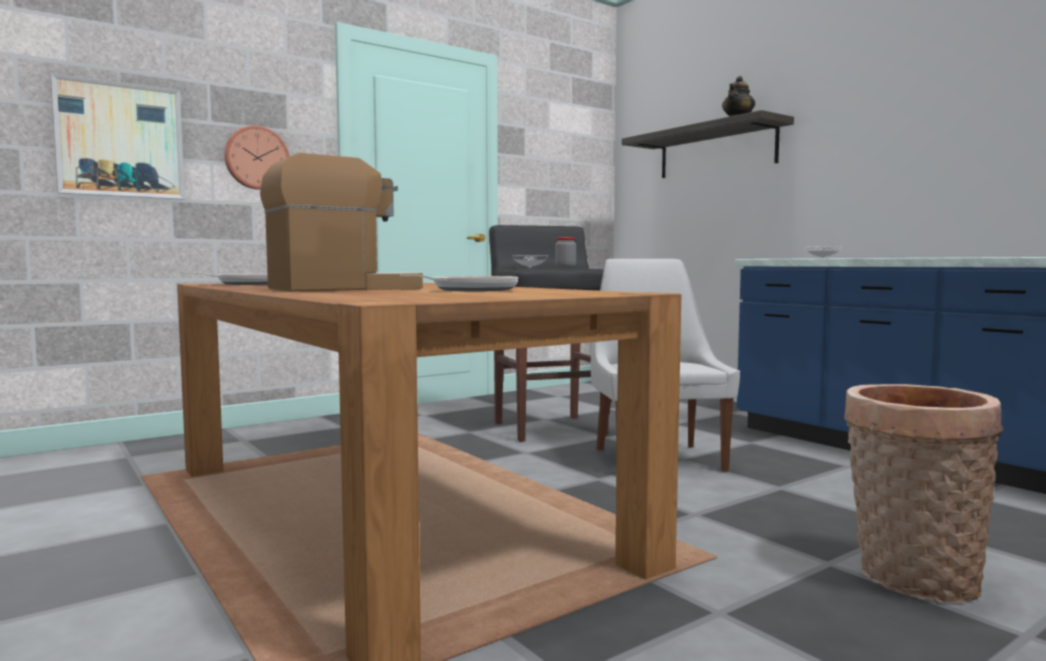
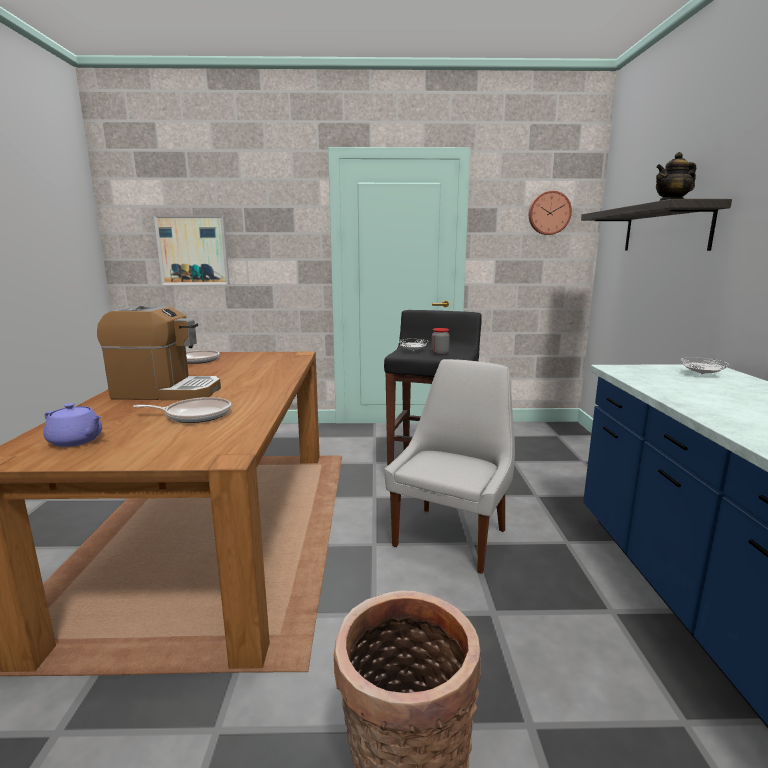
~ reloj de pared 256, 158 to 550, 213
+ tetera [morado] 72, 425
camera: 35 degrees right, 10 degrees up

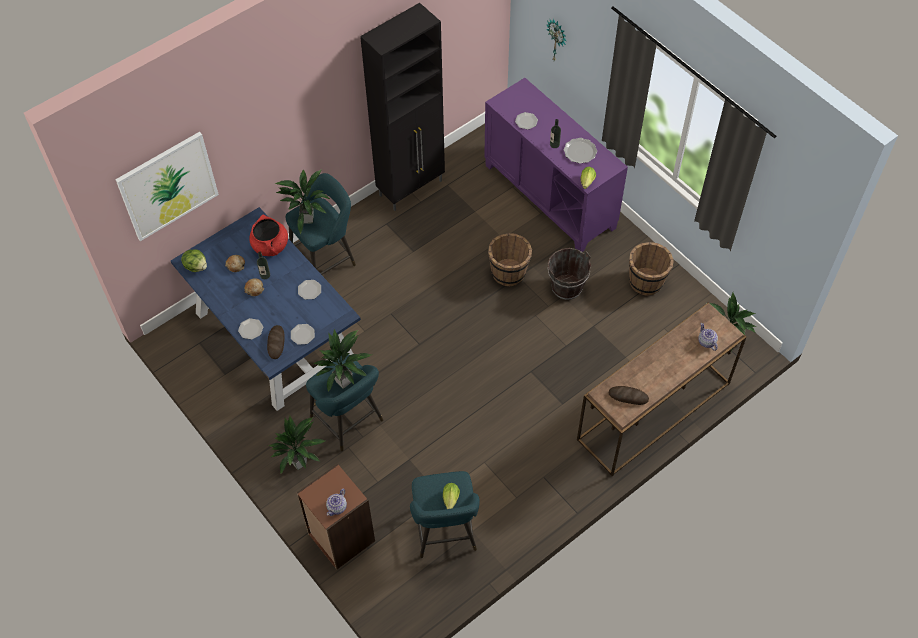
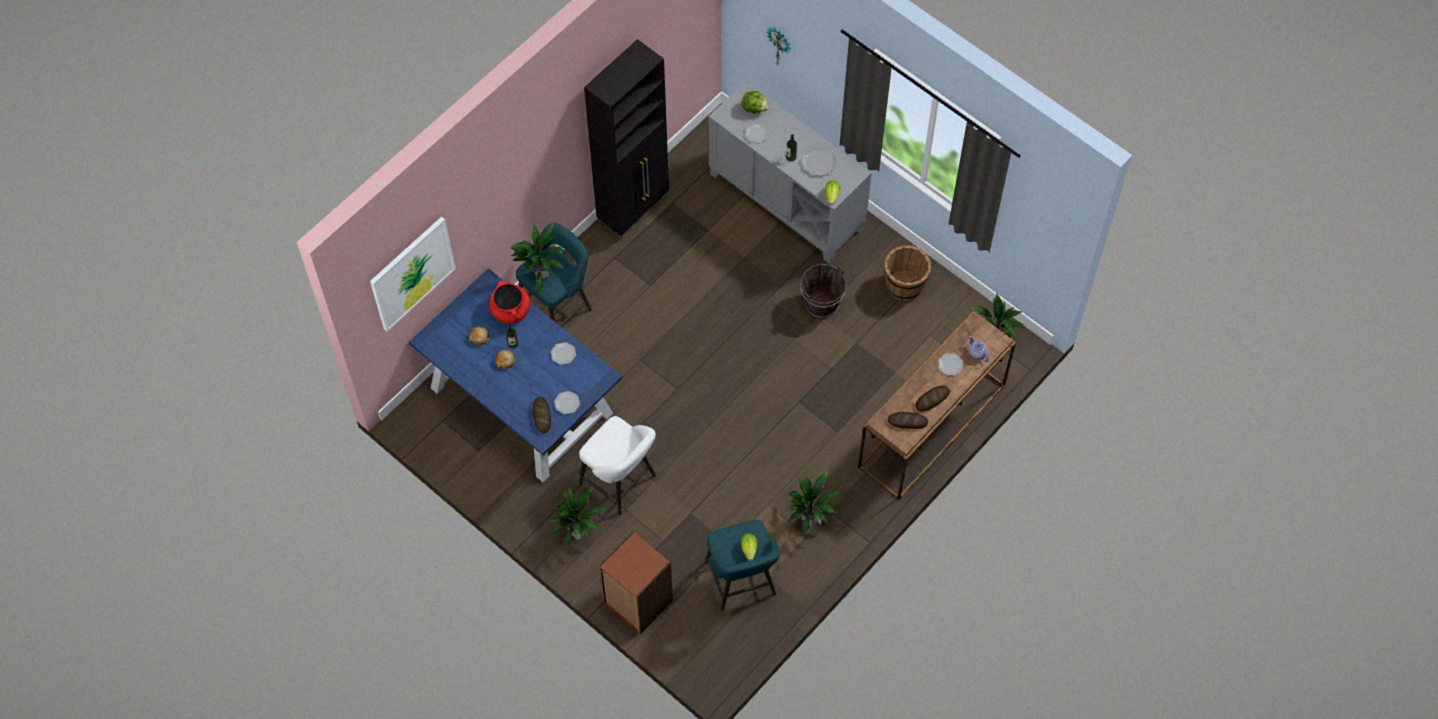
~ armario [morado] 556, 165 to armario [gris] 790, 172
- cubo [marrón] 510, 259
~ lechuga 194, 261 to 755, 102
~ plato 250, 329 to 950, 364
~ planta en maceta 342, 360 to 813, 502
~ taburete [turquesa] 344, 403 to taburete [blanco] 617, 465
- tetera 336, 502
+ pan 932, 399
camera: 10 degrees left, 5 degrees up

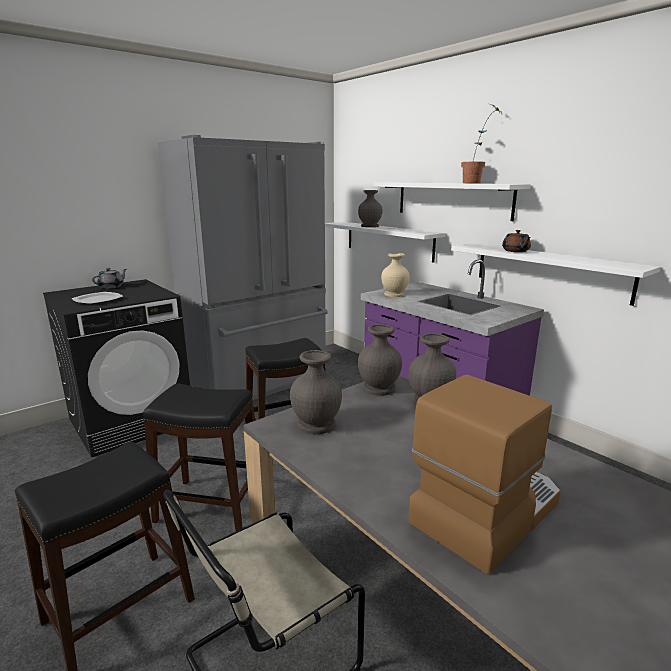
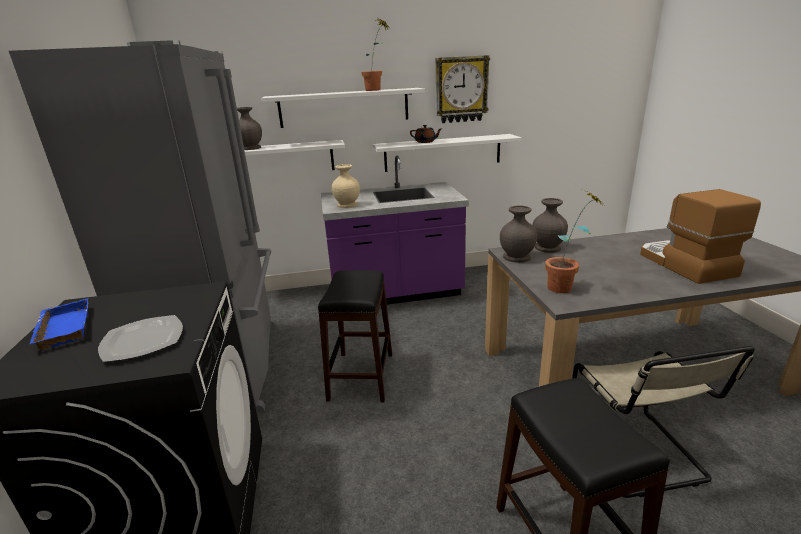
~ tetera [gris] 109, 278 to bandeja [azul] 58, 324
~ florero [gris] 316, 392 to planta en maceta 574, 242
- taburete [negro] 199, 457
+ reloj de pared 463, 89
camera: 60 degrees left, 5 degrees up

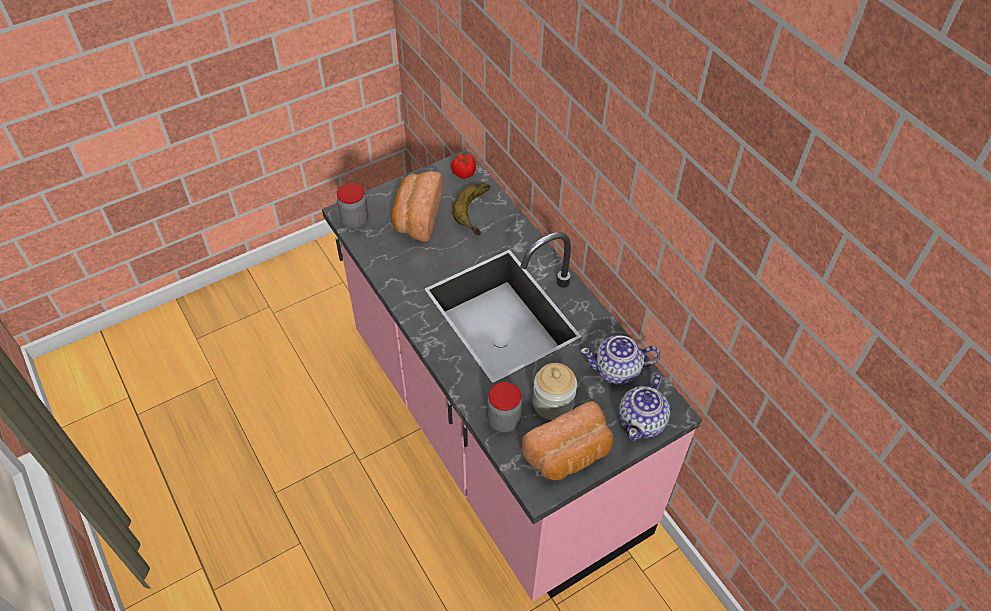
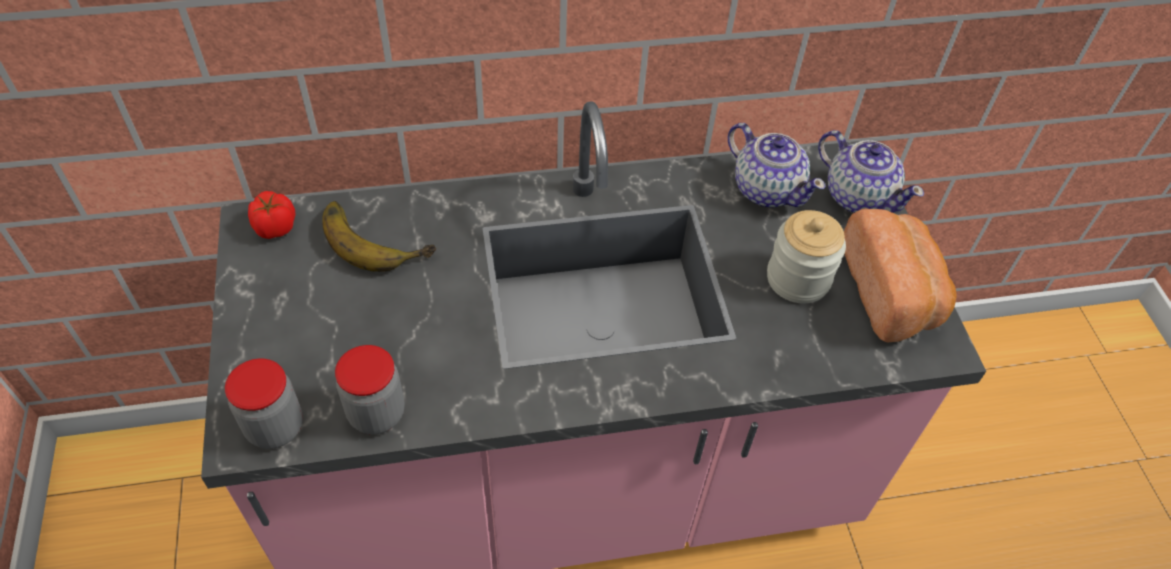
- pan 417, 206
~ tetera 621, 360 = 776, 165 60 degrees counterclockwise
~ tarro 504, 407 to 370, 389
camera: 70 degrees left, 0 degrees up

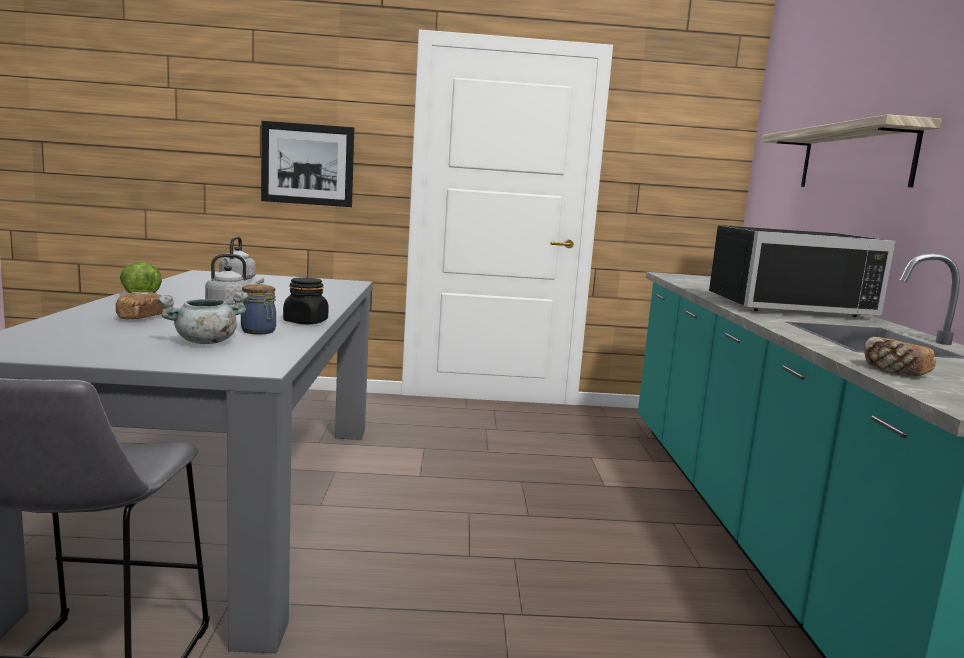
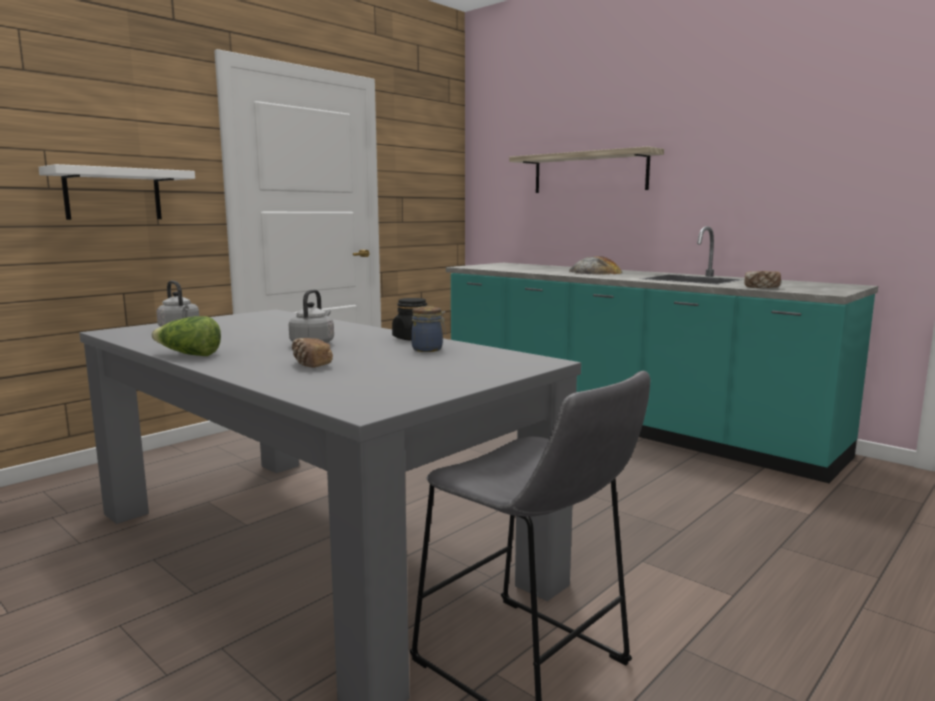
~ cuadro 307, 164 to estante [blanco] 116, 192
~ microondas [negro] 802, 271 to pan 595, 265
- olla [gris] 202, 317
camera: 45 degrees left, 0 degrees up

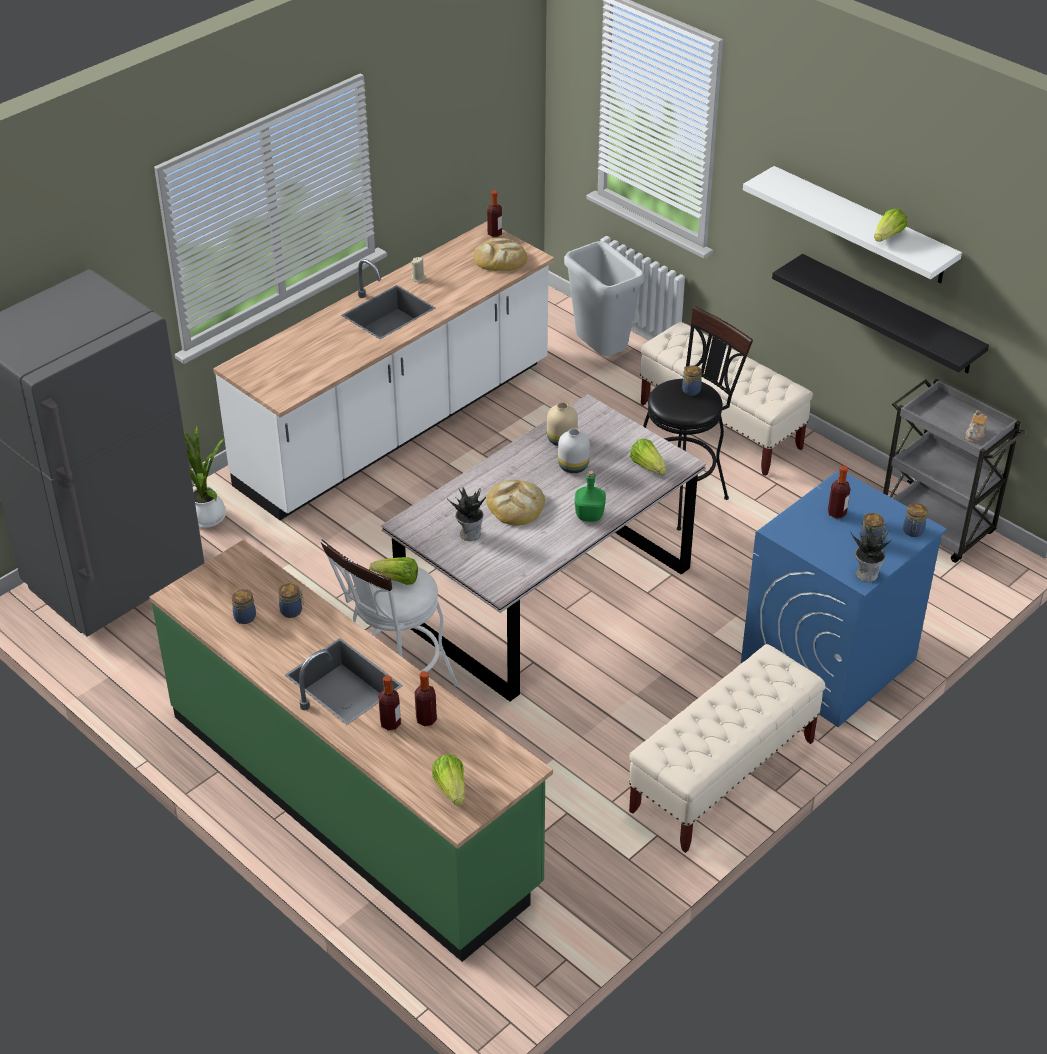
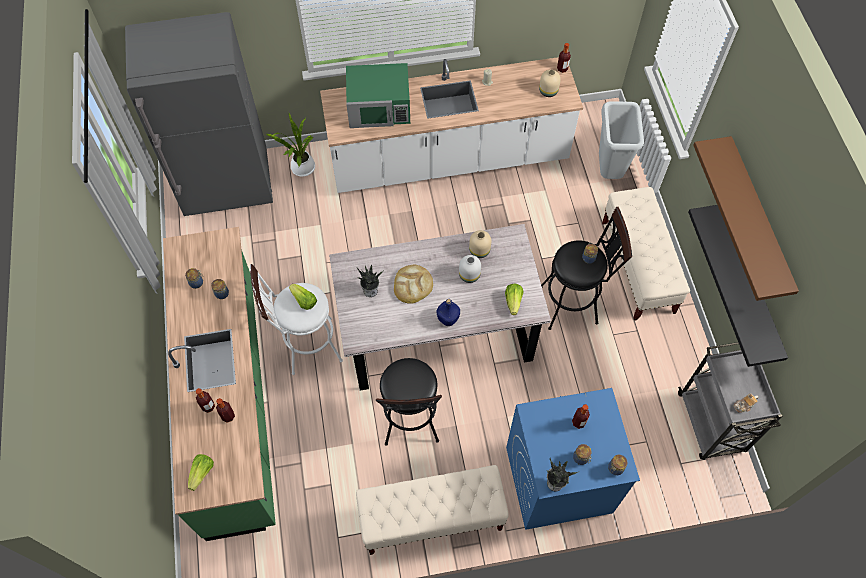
~ estante [blanco] 852, 225 to estante [marrón] 746, 218
- lechuga 890, 225
~ pan 500, 254 to florero [beis] 550, 83
~ botella [verde] 590, 496 to botella [azul] 448, 312
+ microondas [verde] 378, 95
+ taburete [negro] 409, 402
camera: 35 degrees right, 20 degrees up

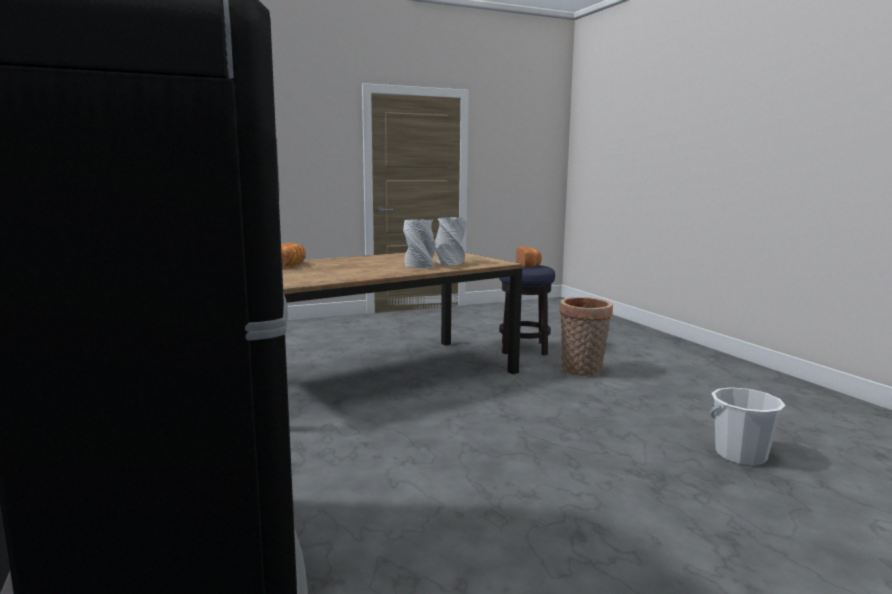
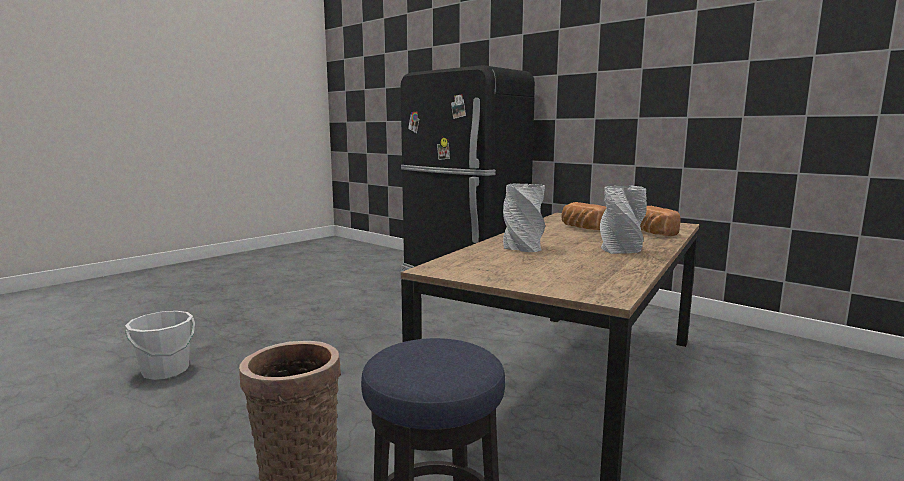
~ florero [gris] 450, 241 to 623, 220
~ pan 529, 257 to 583, 216
camera: 155 degrees right, 0 degrees up

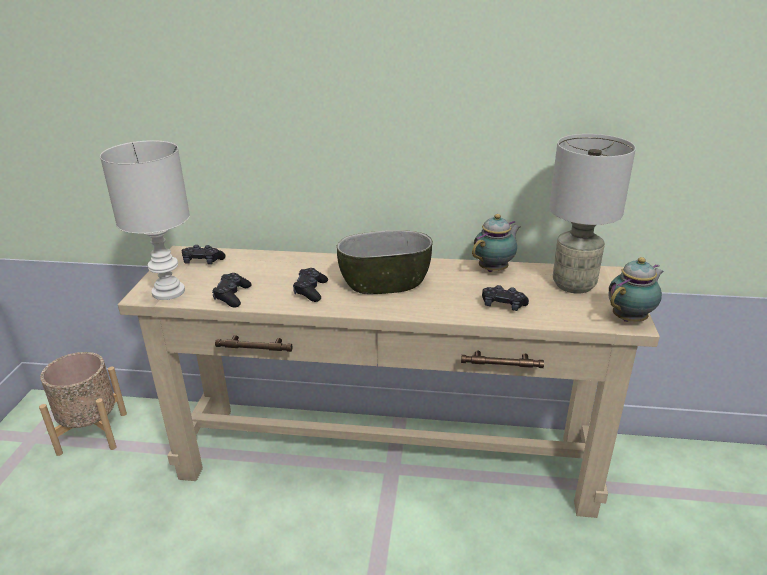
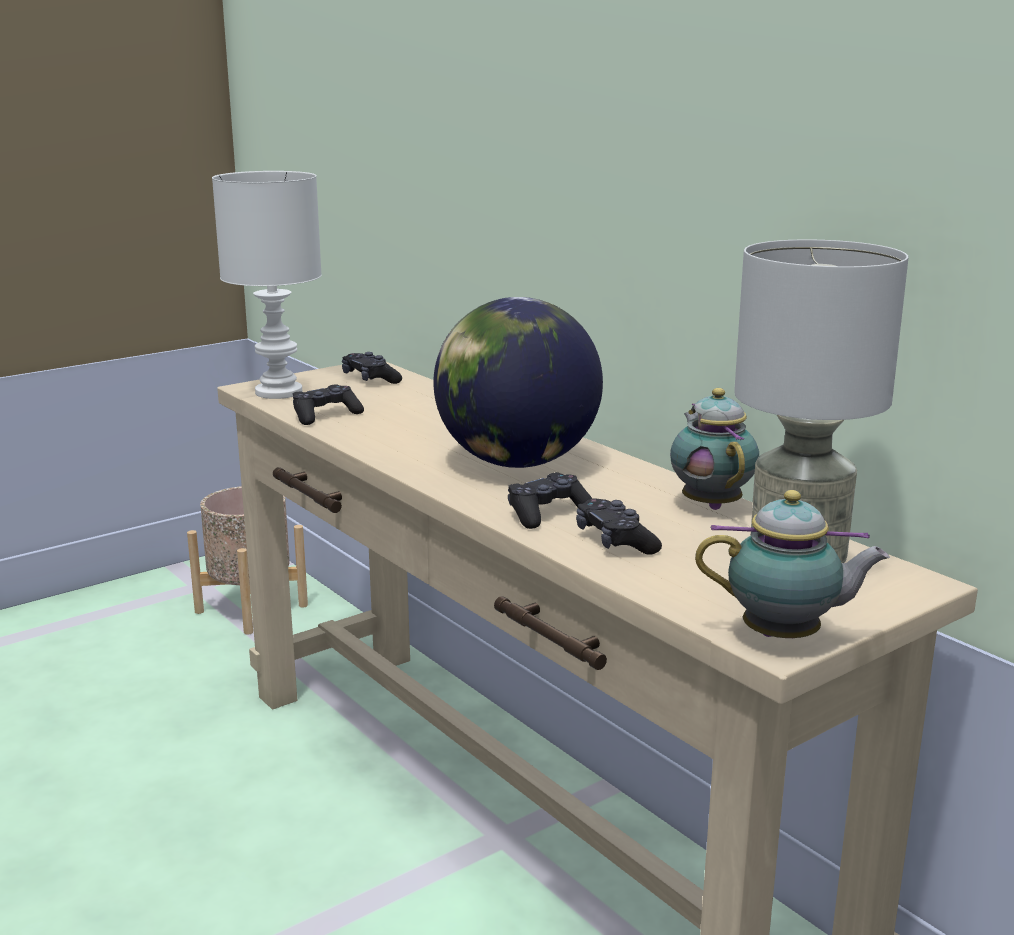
~ tetera 496, 243 = 714, 449 105 degrees counterclockwise
~ cuenco 385, 262 to globo terráqueo 518, 382
~ mando de consola [negro] 310, 285 to 550, 500
camera: 45 degrees right, 10 degrees down

